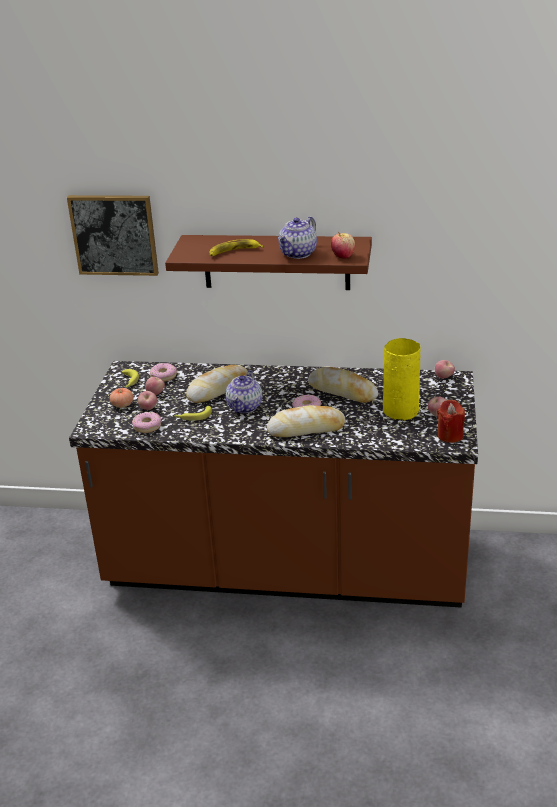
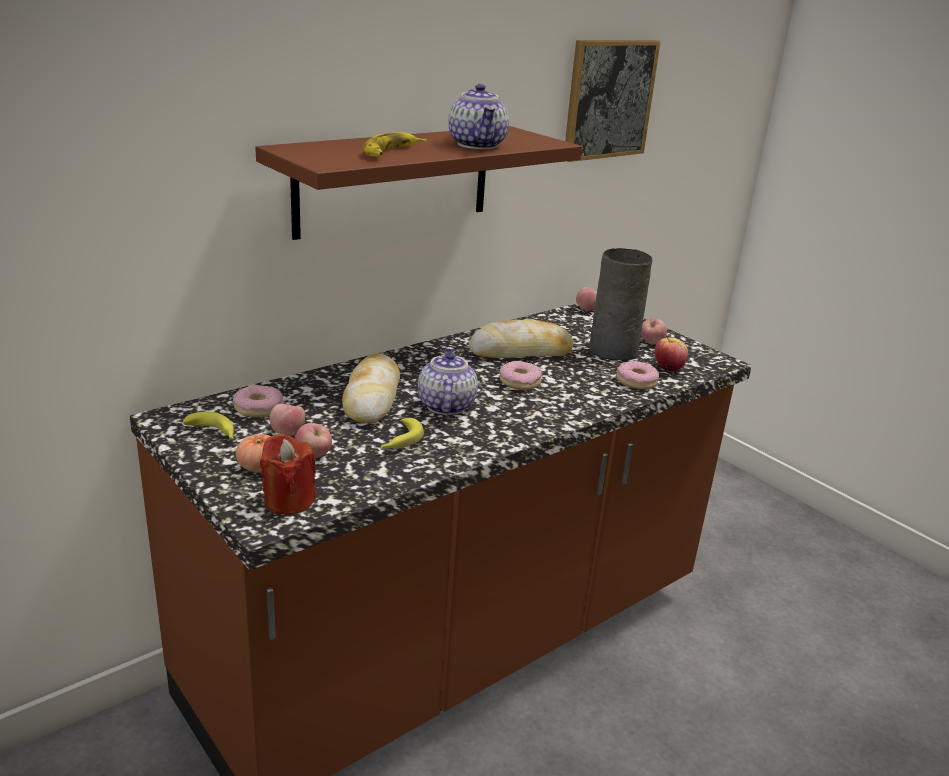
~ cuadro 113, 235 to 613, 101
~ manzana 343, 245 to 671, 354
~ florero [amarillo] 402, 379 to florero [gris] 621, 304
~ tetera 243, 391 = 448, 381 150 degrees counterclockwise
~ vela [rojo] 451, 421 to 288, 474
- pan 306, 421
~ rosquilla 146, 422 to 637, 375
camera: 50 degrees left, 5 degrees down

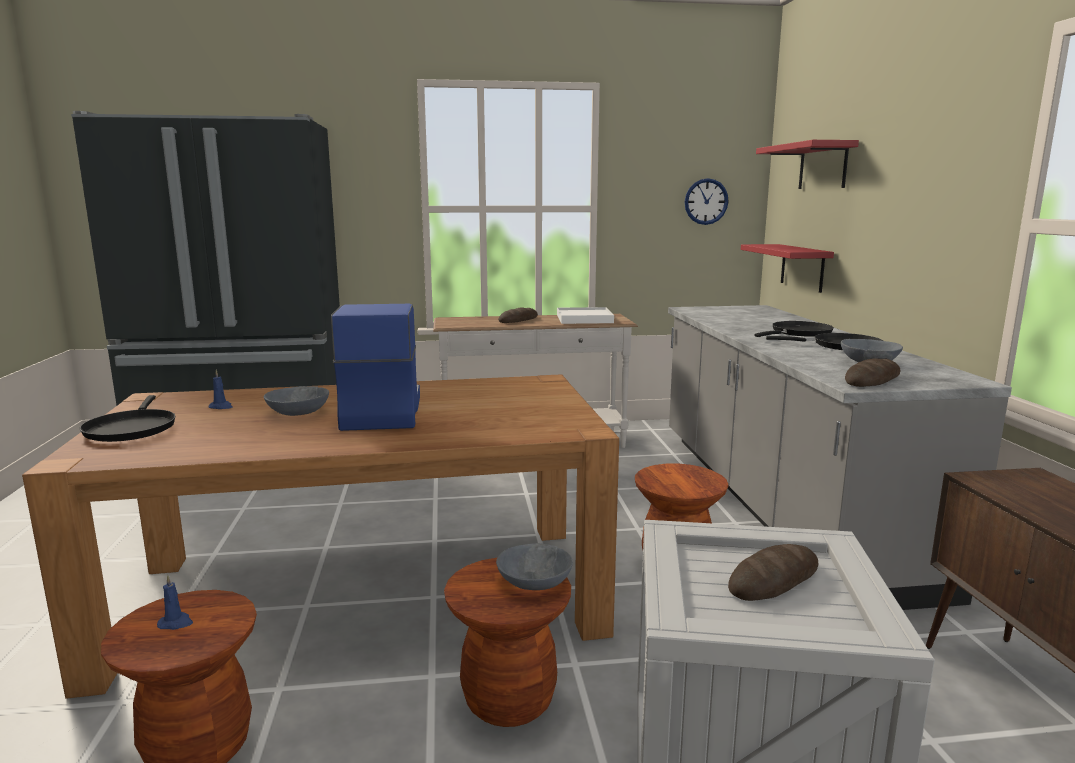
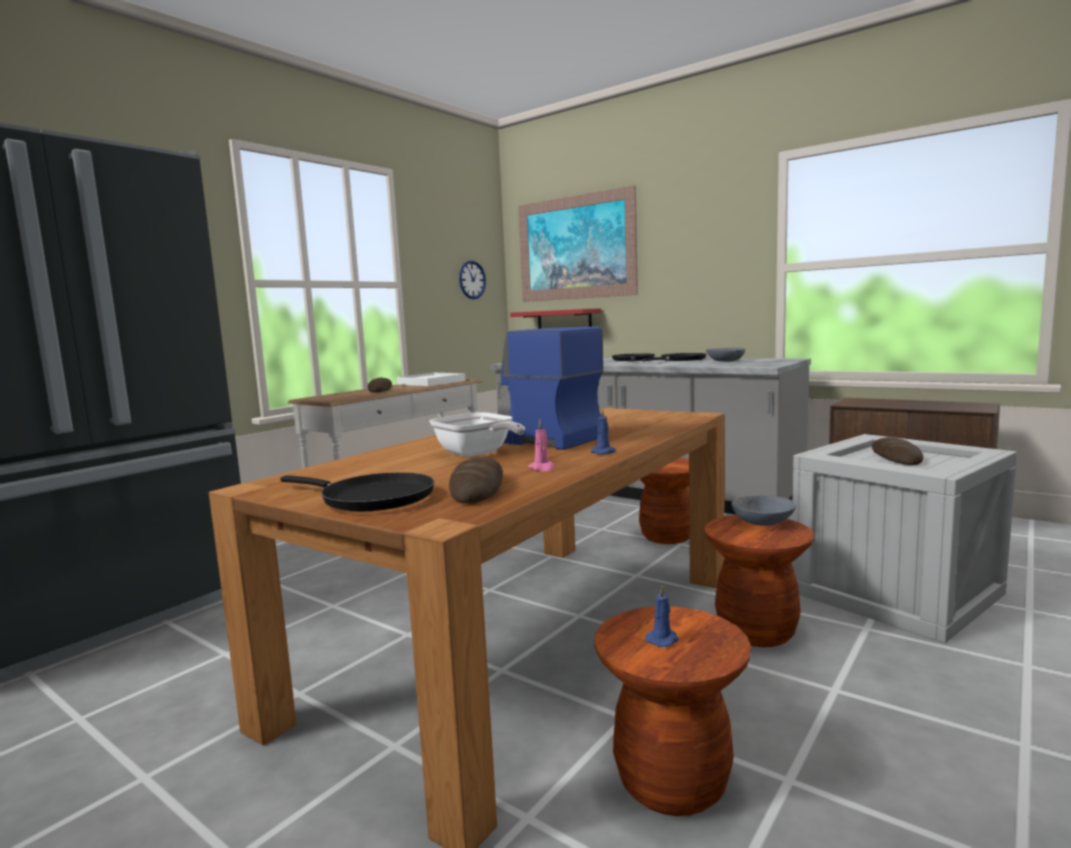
~ estante [rojo] 807, 164 to cuadro 578, 243
~ pan 872, 372 to 476, 480
~ vela [azul] 221, 389 to 603, 431
~ cuenco [gris] 296, 401 to sartén 477, 434
+ vela [rosa] 541, 445
camera: 45 degrees left, 5 degrees down

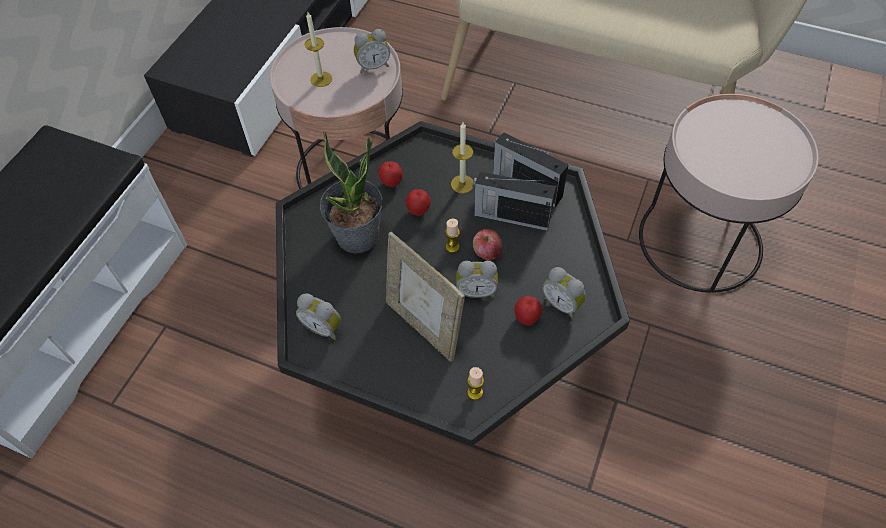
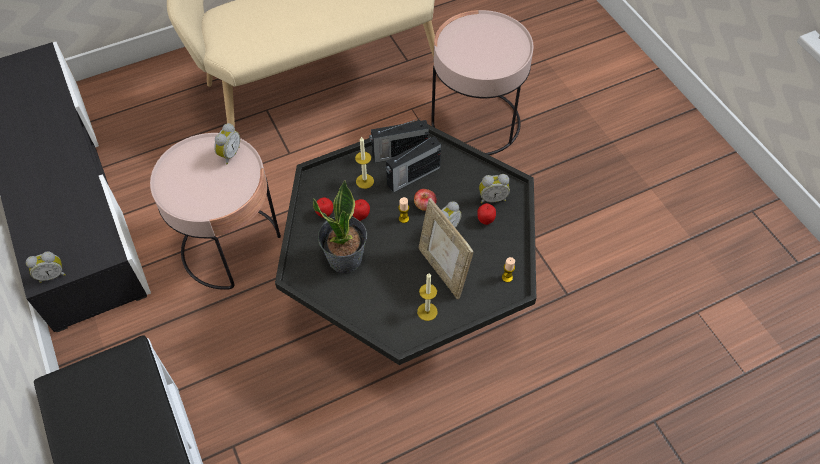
~ vela 318, 49 to 427, 297
~ portarretratos 425, 297 = 446, 248 60 degrees clockwise
~ despertador 318, 316 to 46, 267
camera: 50 degrees left, 0 degrees up

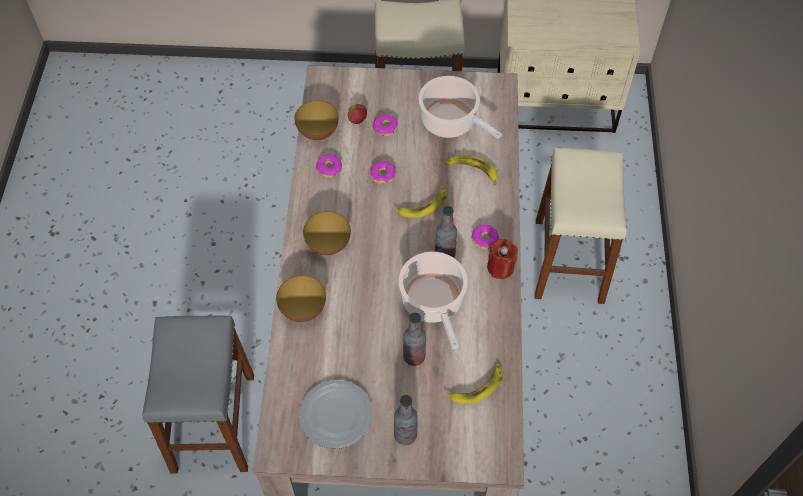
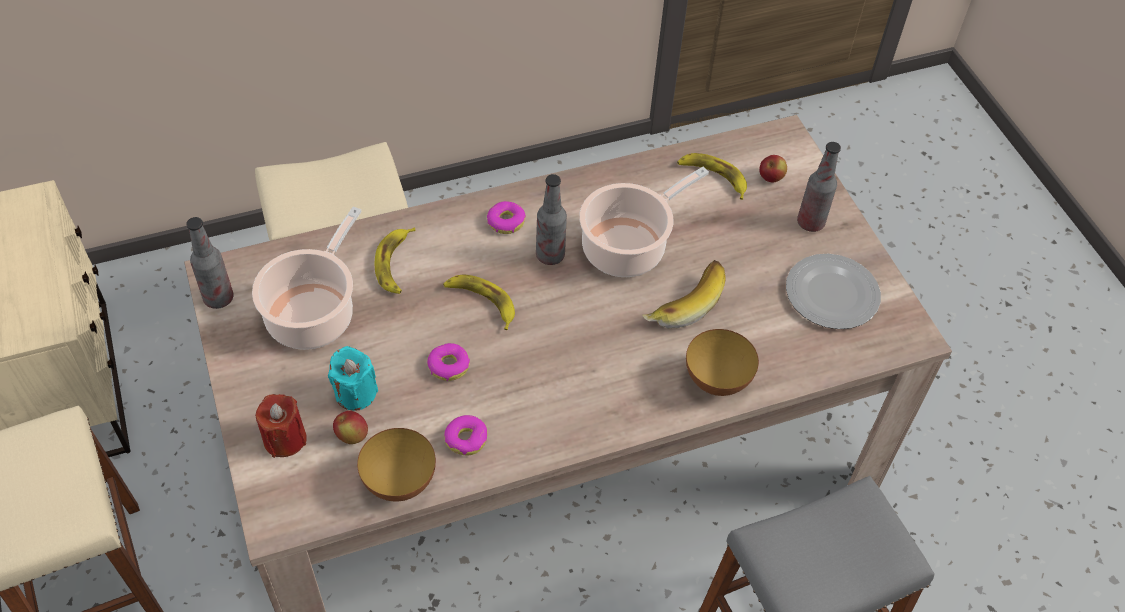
~ rosquilla 385, 125 to vela [turquesa] 353, 378
- cuenco 327, 233
~ vela [rojo] 502, 259 to 280, 426
~ botella 414, 339 to 210, 263
+ manzana 773, 169
+ plátano 684, 294
camera: 115 degrees left, 5 degrees down

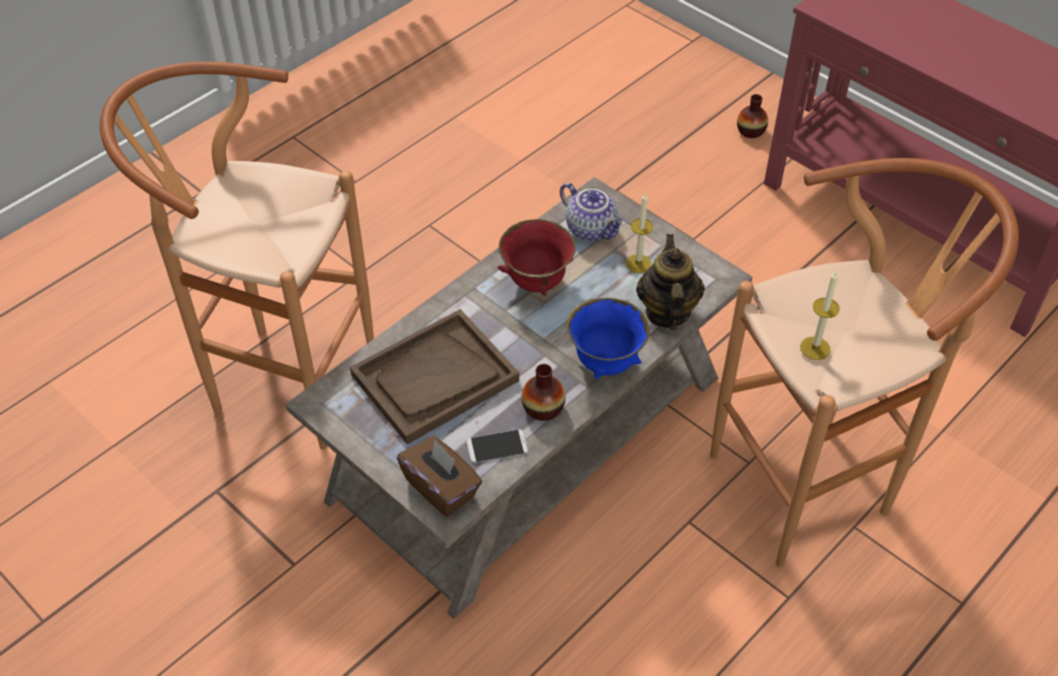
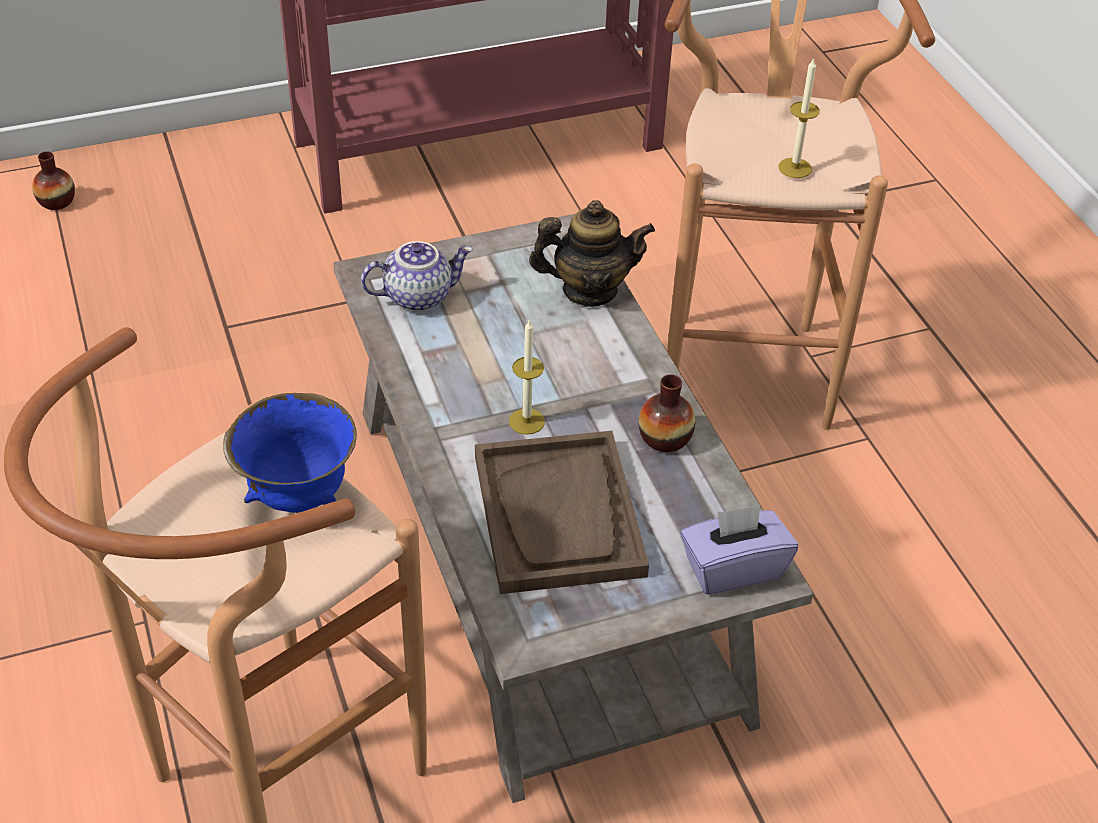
~ florero 752, 116 to 53, 180
~ vela 639, 233 to 527, 377
- cuenco [rojo] 536, 257
~ tetera 670, 282 = 592, 253 150 degrees clockwise
~ cuenco [azul] 608, 338 to 290, 453
- móvil 497, 446
~ caja de pañuelos [marrón] 439, 476 to caja de pañuelos [morado] 739, 550
camera: 65 degrees left, 5 degrees down

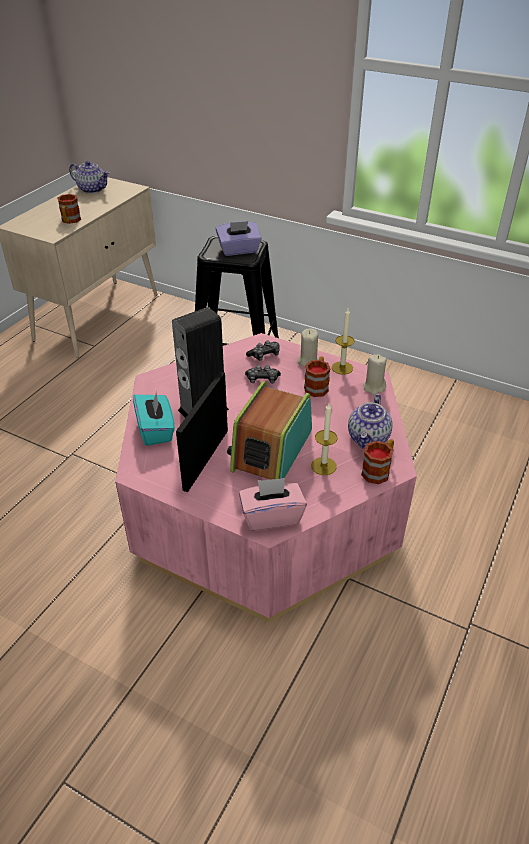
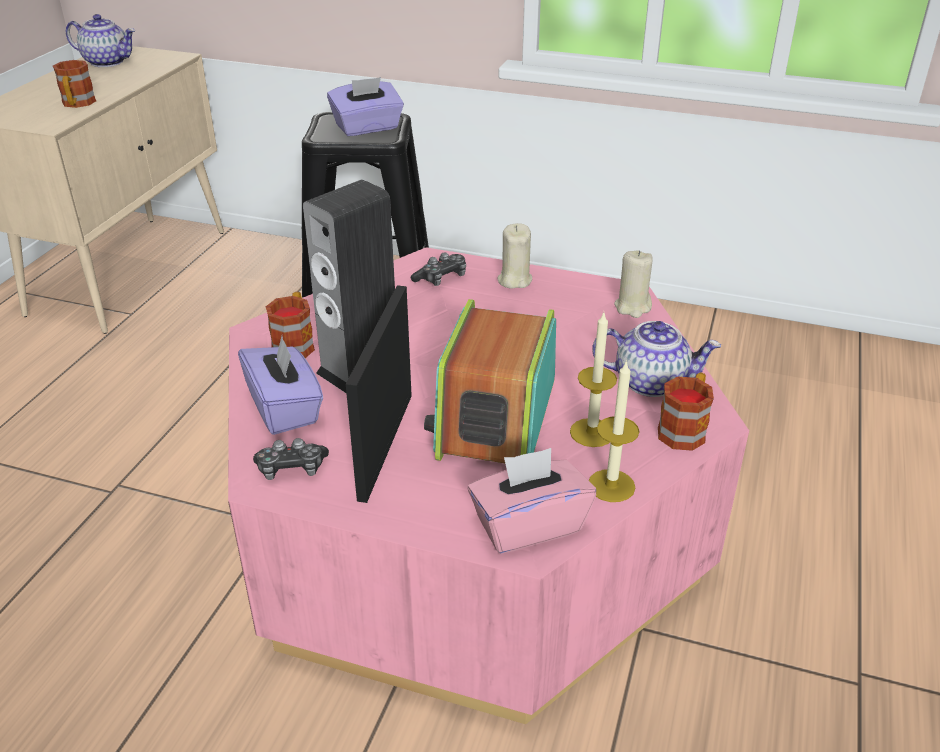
~ vela 343, 342 to 614, 431
~ taza grande 317, 377 to 290, 325
~ mando de consola 263, 374 to 291, 459
~ caja de pañuelos [turquesa] 154, 418 to caja de pañuelos [morado] 280, 385
~ tetera 370, 421 = 656, 359 90 degrees counterclockwise
camera: 10 degrees left, 5 degrees down

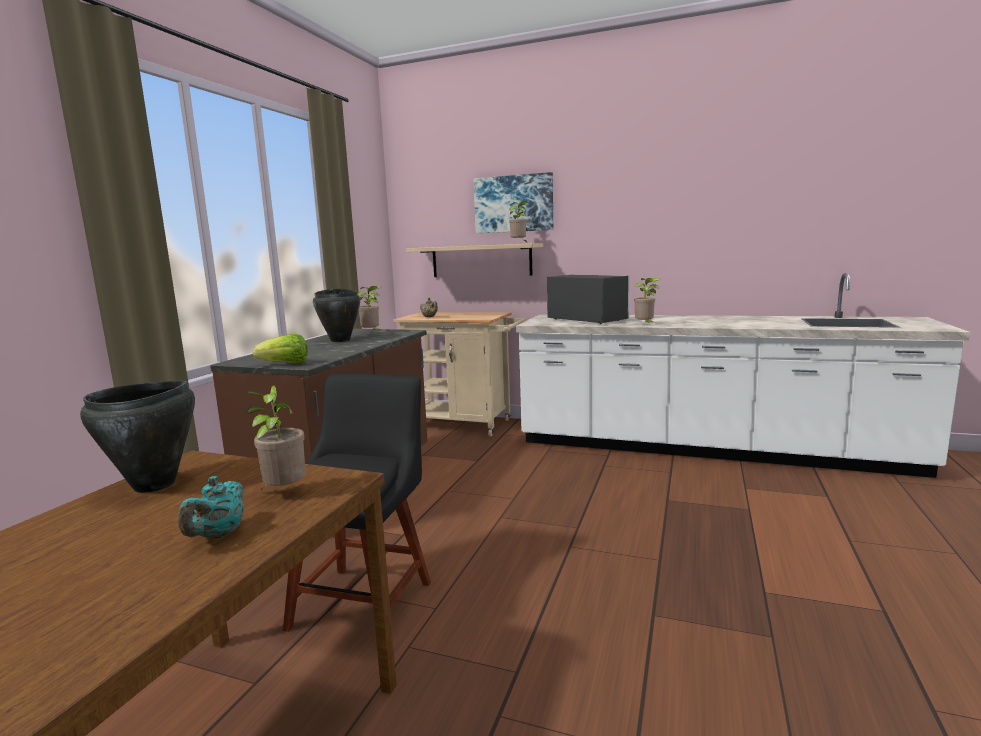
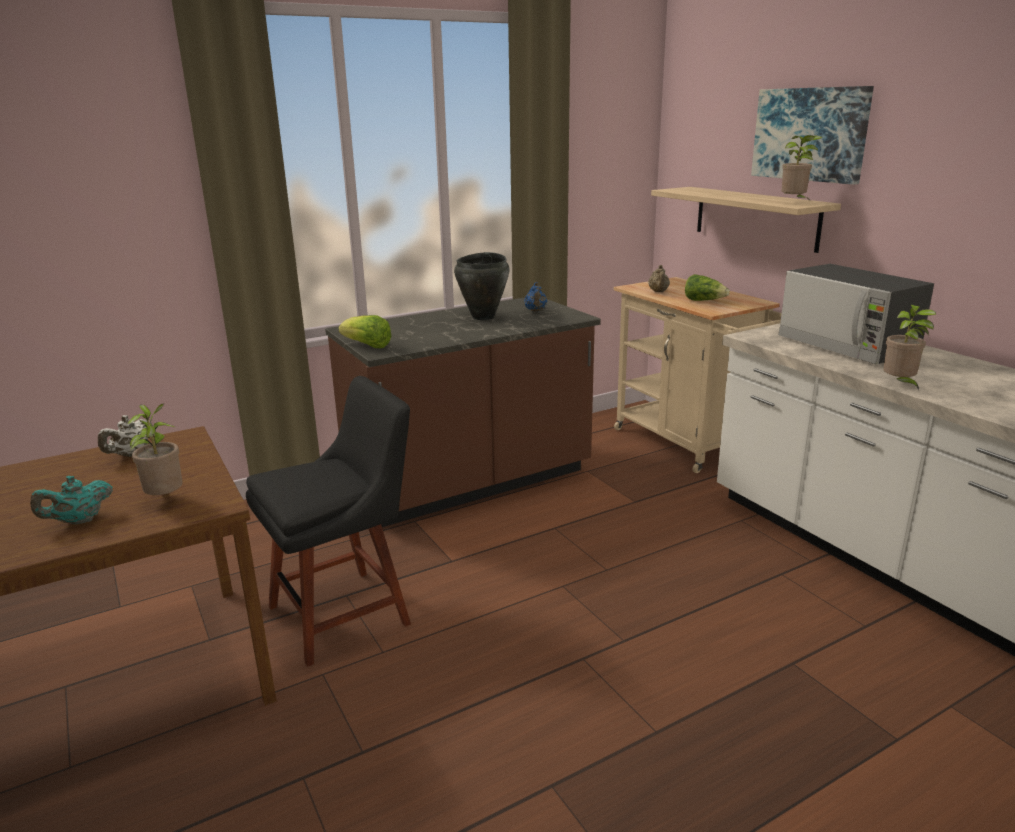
~ microondas 588, 299 = 856, 314 150 degrees clockwise
~ planta en maceta 369, 308 to tetera [azul] 535, 296
~ olla [negro] 137, 437 to tetera [blanco] 125, 436
+ lechuga 707, 287
camera: 40 degrees right, 10 degrees up

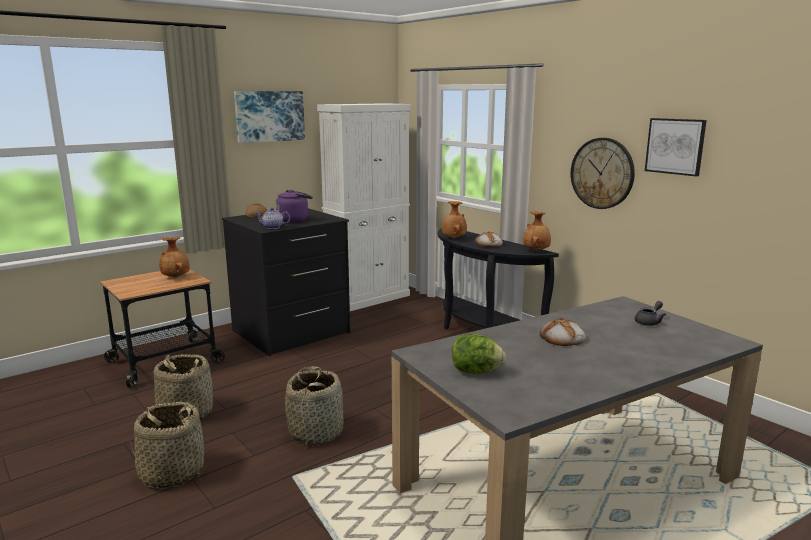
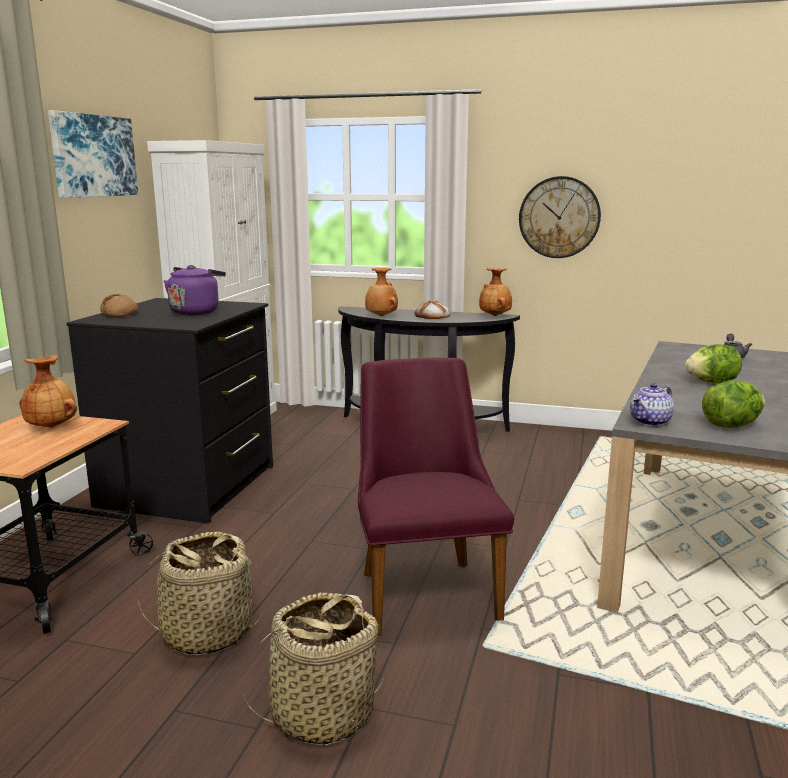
- cuadro 676, 147
~ tetera 272, 218 to 652, 404
~ pan 563, 332 to lechuga 713, 363
~ cesta 314, 406 to silla [morado] 436, 497
camera: 35 degrees left, 0 degrees up

